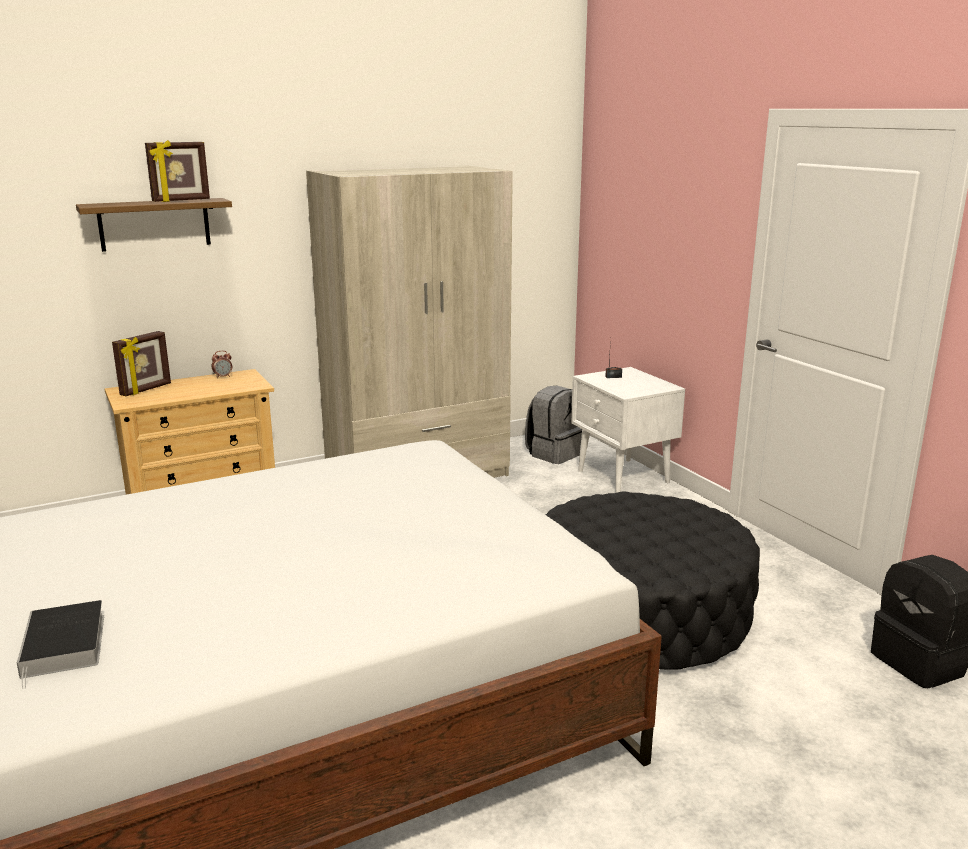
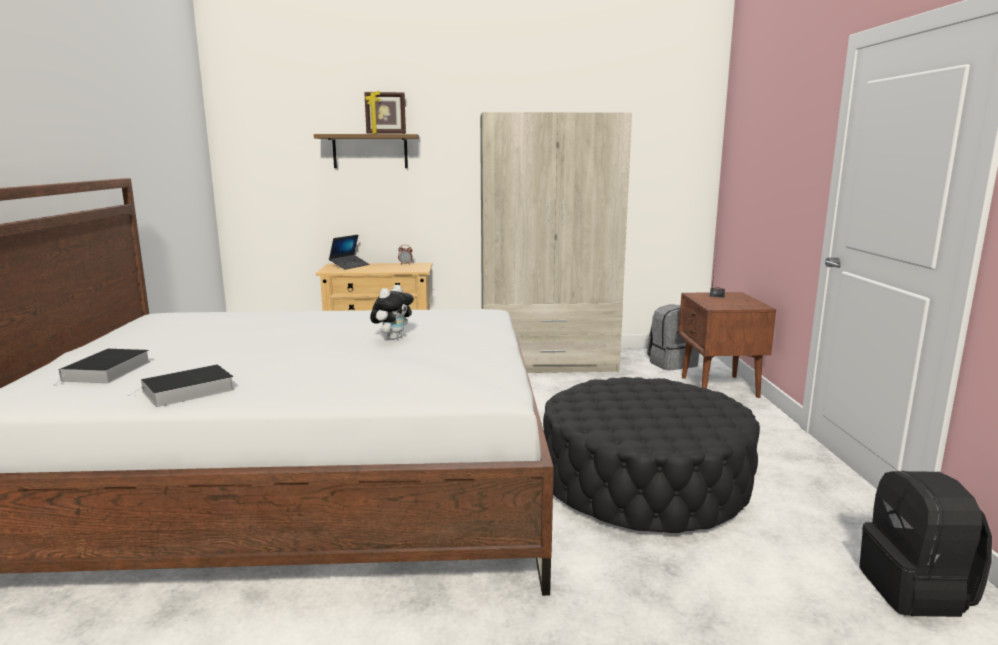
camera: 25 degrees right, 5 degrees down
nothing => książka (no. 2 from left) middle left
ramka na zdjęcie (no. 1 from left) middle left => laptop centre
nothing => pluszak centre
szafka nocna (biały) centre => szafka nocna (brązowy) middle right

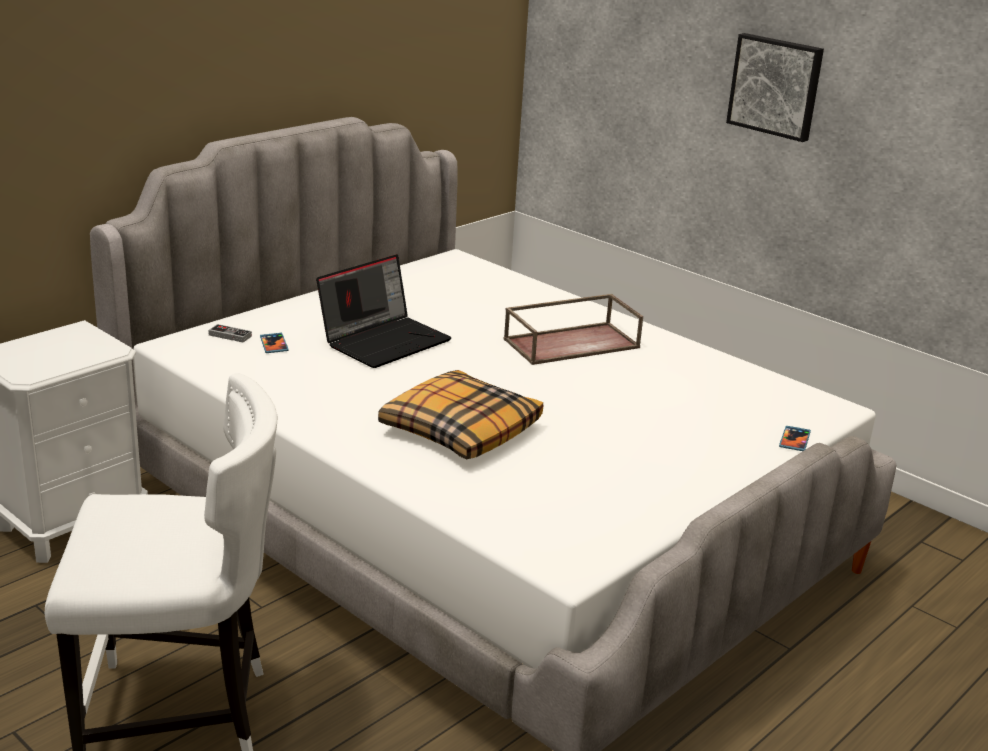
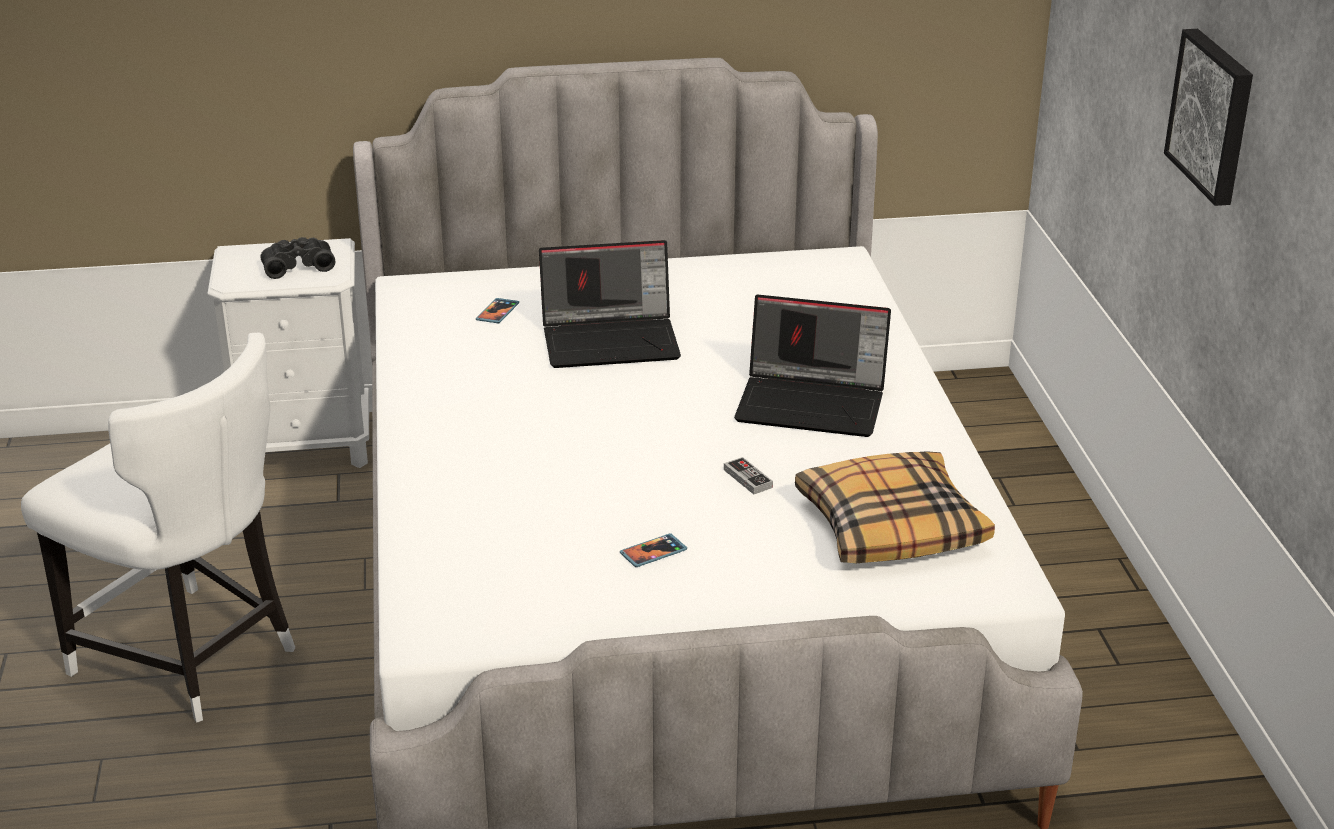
camera: 40 degrees right, 5 degrees up
nothing => lornetka (czarny) top left
telefon (no. 2 from left) middle right => telefon (no. 2 from left) centre, relocated
pad do gier middle left => pad do gier centre, relocated
taca (brązowy) centre => laptop (no. 2 from left) centre
poduszka centre => poduszka middle right, relocated

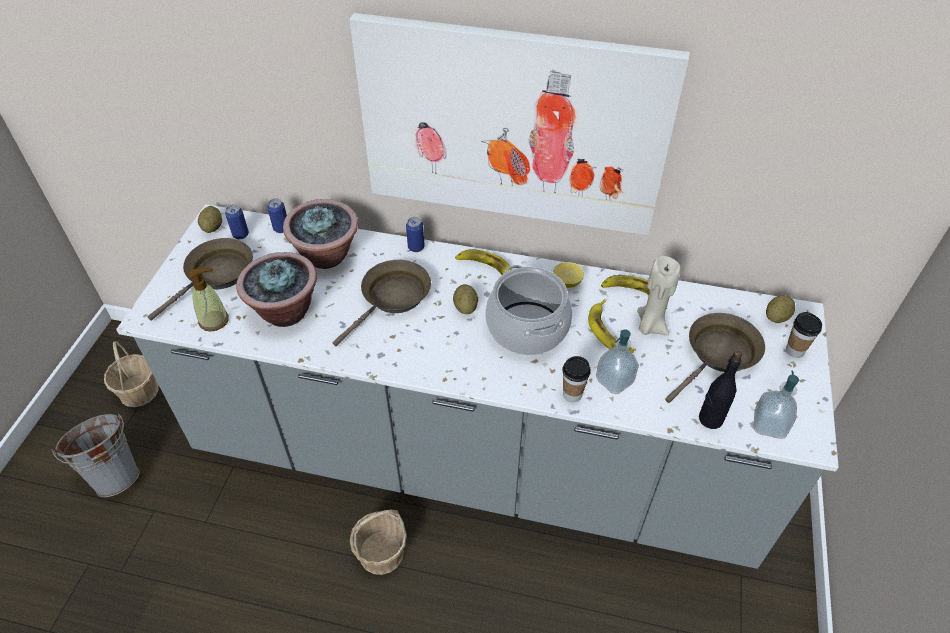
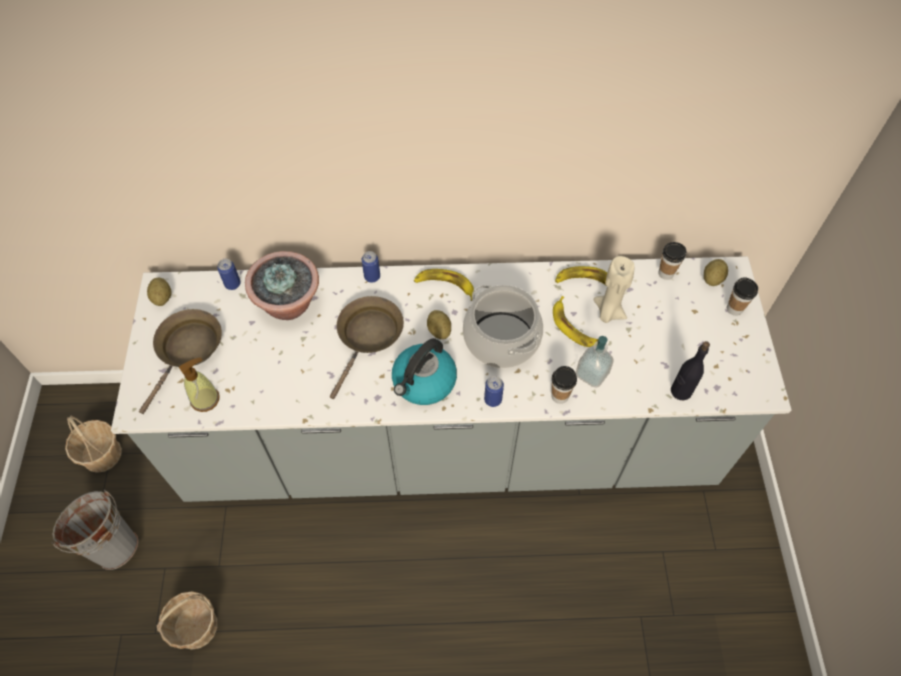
camera: 15 degrees left, 10 degrees up
koszyk (no. 2 from left) bottom centre => koszyk (no. 2 from left) bottom left, relocated
nothing => czajnik centre
puszka (no. 1 from left in the first image) middle left => puszka (no. 3 from left) centre, relocated
nothing => filiżanka (no. 2 from left) middle right
roślina doniczkowa (no. 1 from left) middle left => nothing
obraz top centre => nothing
cytryna centre => nothing
patelnia (brązowy) (no. 3 from left) middle right => nothing
dozownik mydła (no. 3 from left) middle right => nothing

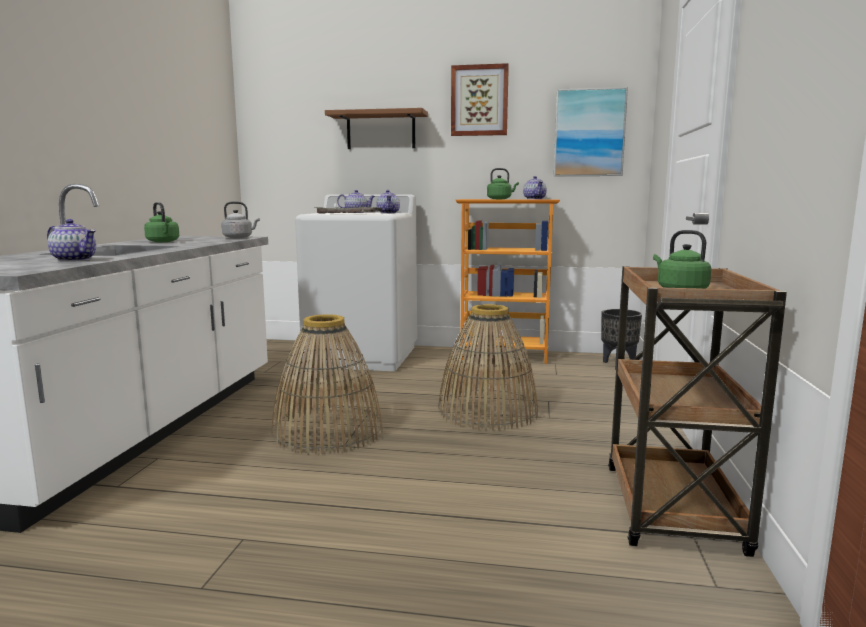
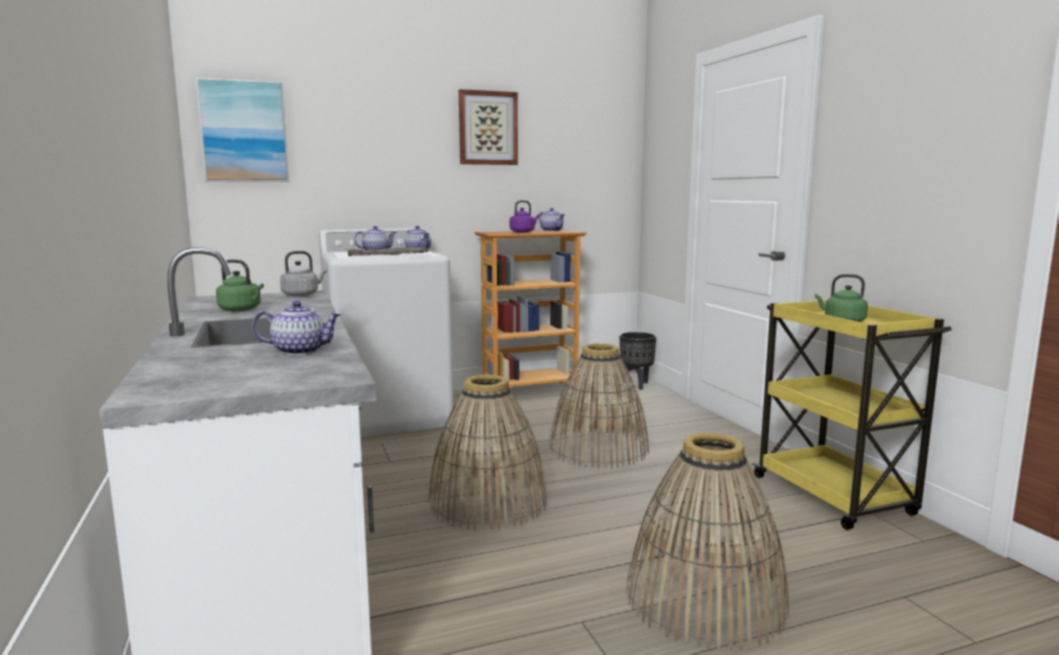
camera: 30 degrees left, 0 degrees up
obraz (no. 2 from left in the first image) top right => obraz (no. 1 from left) top left, relocated
czajnik (zielony) (no. 2 from left) top centre => czajnik (fioletowy) top centre
nothing => koszyk (no. 3 from left) bottom right
wózek (brązowy) middle right => wózek (żółty) middle right
półka (brązowy) top centre => nothing

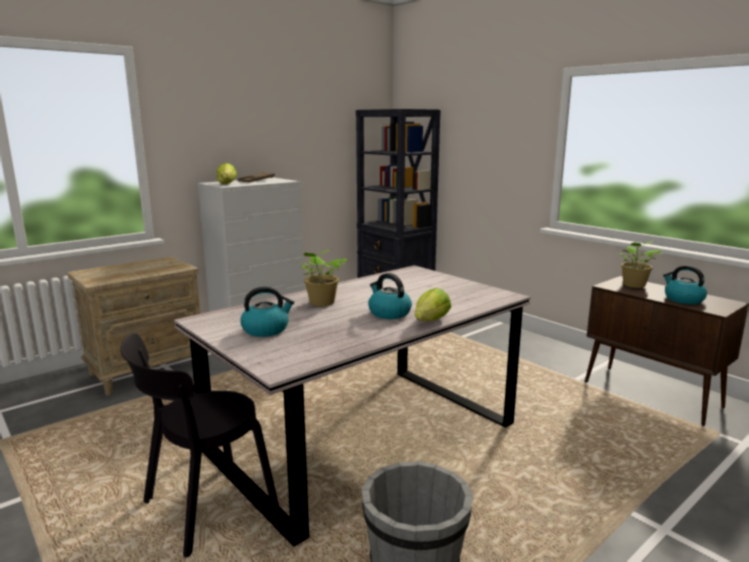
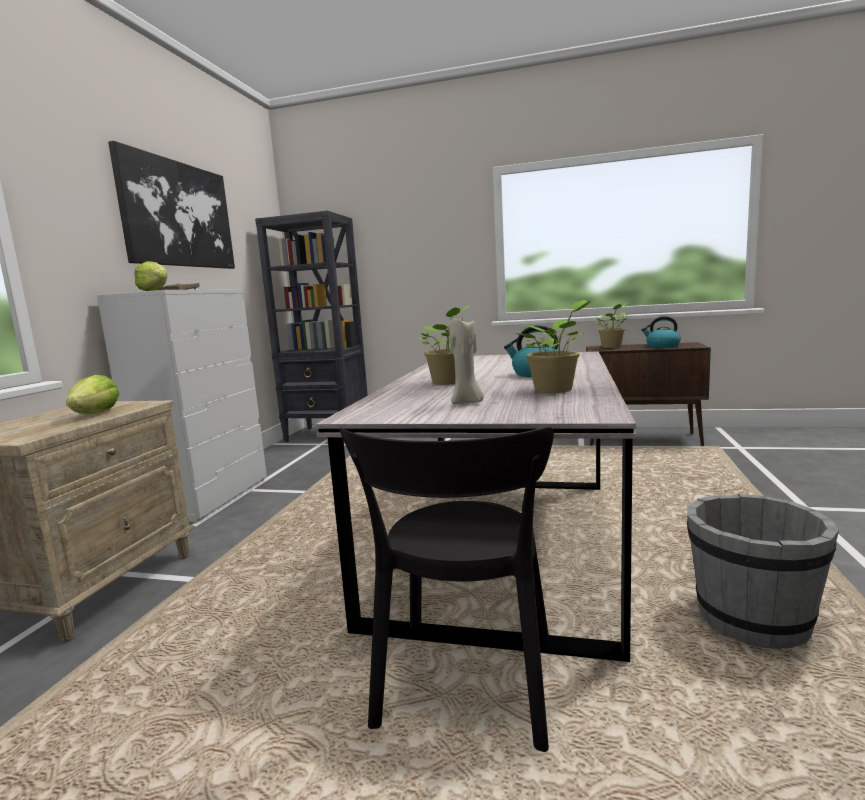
camera: 35 degrees left, 5 degrees down
sałata (no. 2 from left in the first image) centre => sałata (no. 1 from left) middle left, relocated
nothing => obraz top left
czajnik (no. 1 from left) centre => świeca (beżowy) centre
nothing => roślina doniczkowa (no. 2 from left) centre

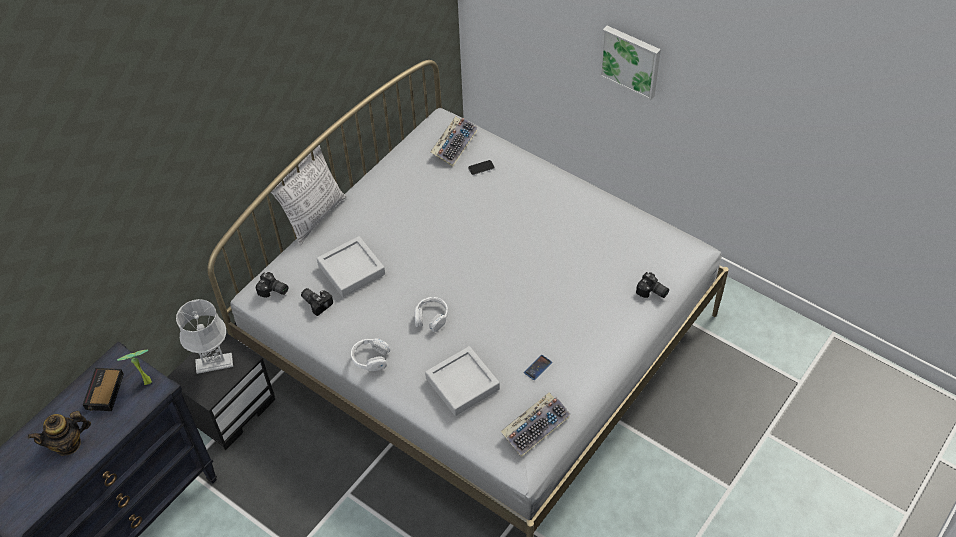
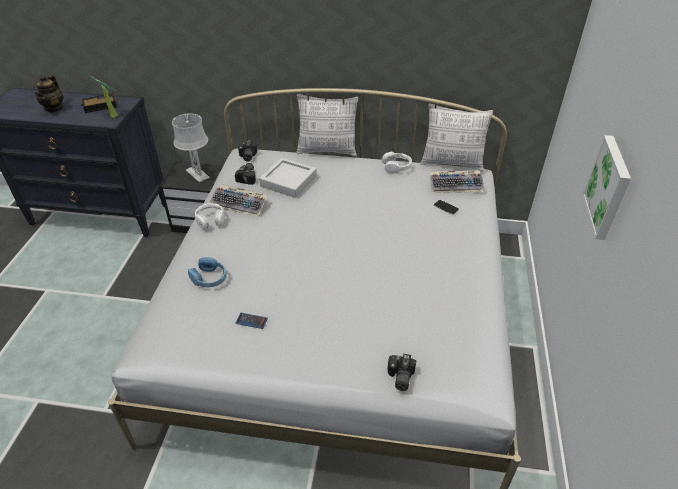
camera: 60 degrees right, 10 degrees down
imbryk bottom left => imbryk top left, 120 degrees counterclockwise
taca (szary) (no. 2 from left) bottom centre => słuchawki (niebieski) middle left
klawiatura (no. 2 from left in the first image) bottom centre => klawiatura (no. 1 from left) centre, relocated
słuchawki (biały) (no. 2 from left) centre => słuchawki (biały) (no. 2 from left) top centre, relocated
nothing => poduszka (no. 2 from left) top right

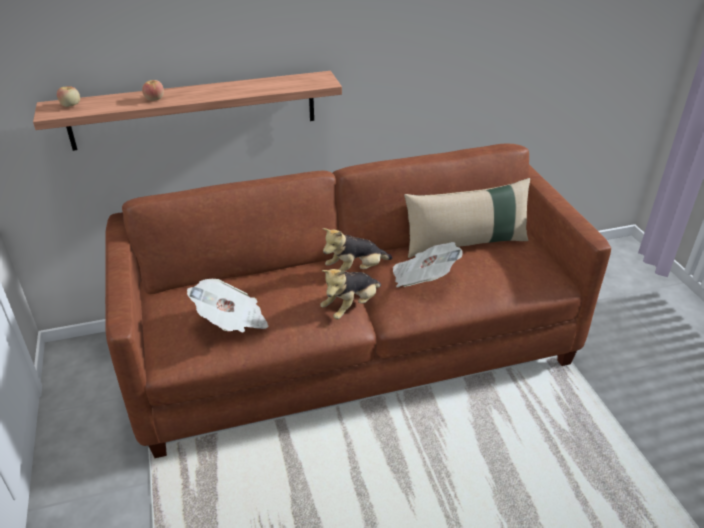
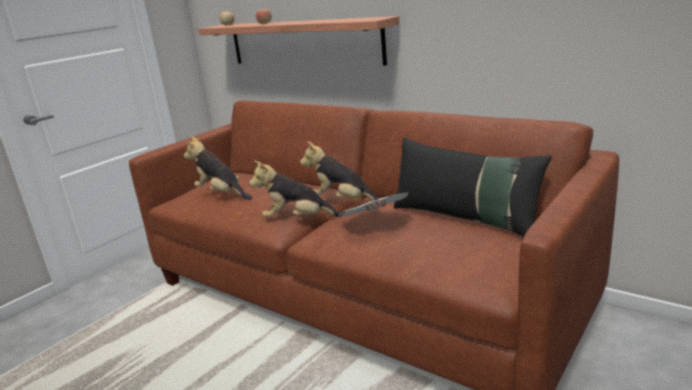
camera: 55 degrees right, 15 degrees down
gazeta (no. 1 from left) middle left => pluszak (no. 1 from left) middle left
poduszka (beżowy) centre => poduszka (czarny) middle right

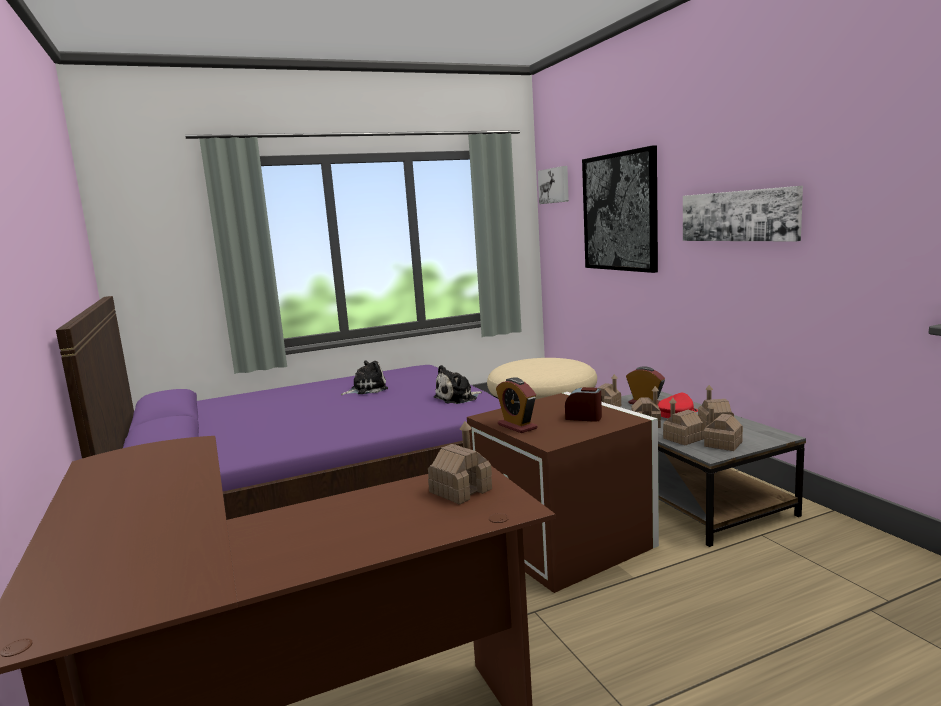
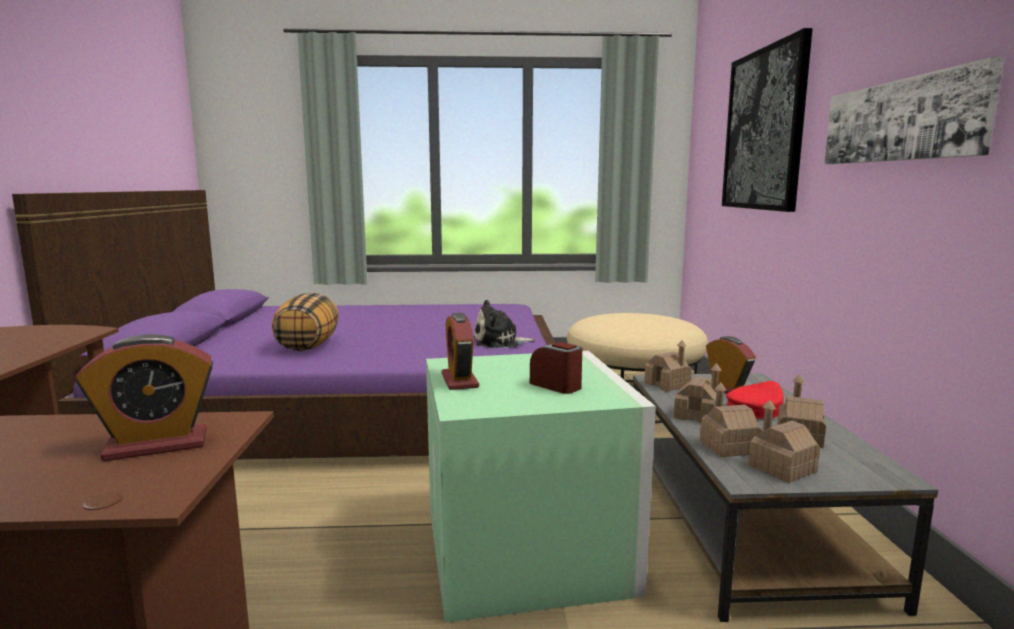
camera: 20 degrees right, 0 degrees up
domek (no. 1 from left) centre => budzik (no. 1 from left) middle left
nothing => poduszka middle left
pojemnik do przechowywania (brązowy) bottom centre => pojemnik do przechowywania (zielony) bottom centre
pluszak (no. 1 from left) centre => nothing
obraz (no. 1 from left) top centre => nothing

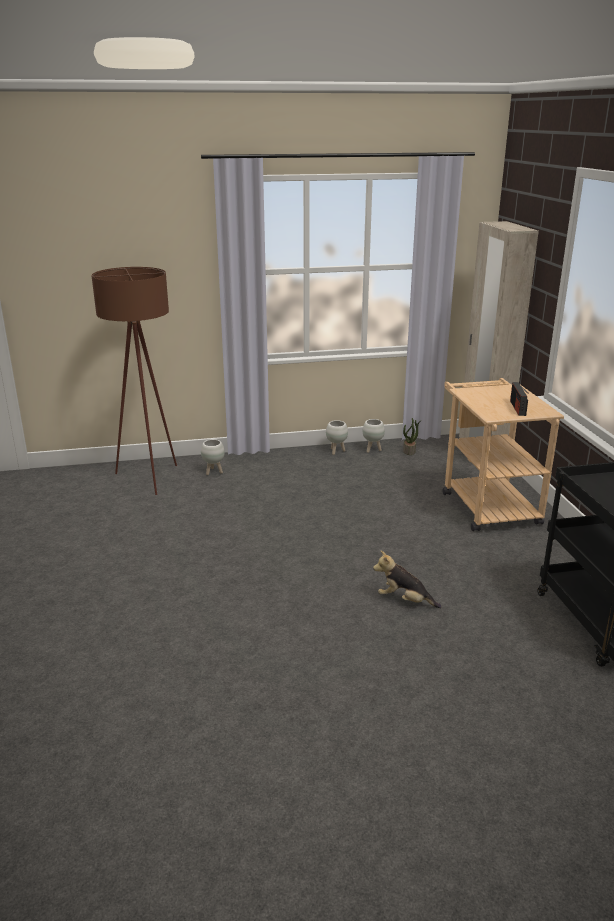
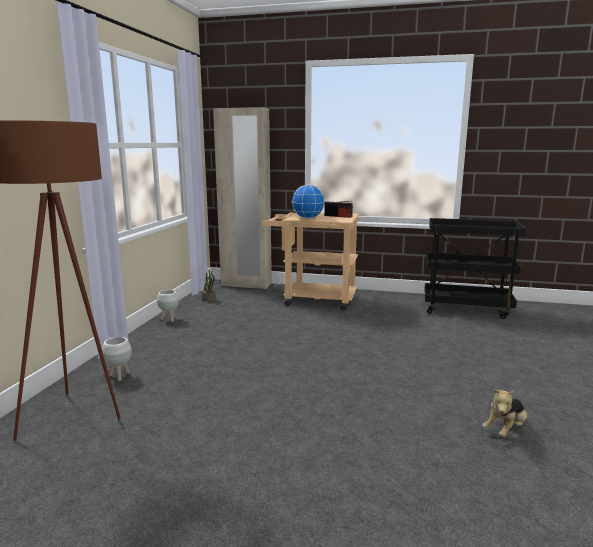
camera: 65 degrees left, 10 degrees down
nothing => globus centre
pluszak centre => pluszak bottom right, relocated
donica (biały) (no. 3 from left) centre => nothing

